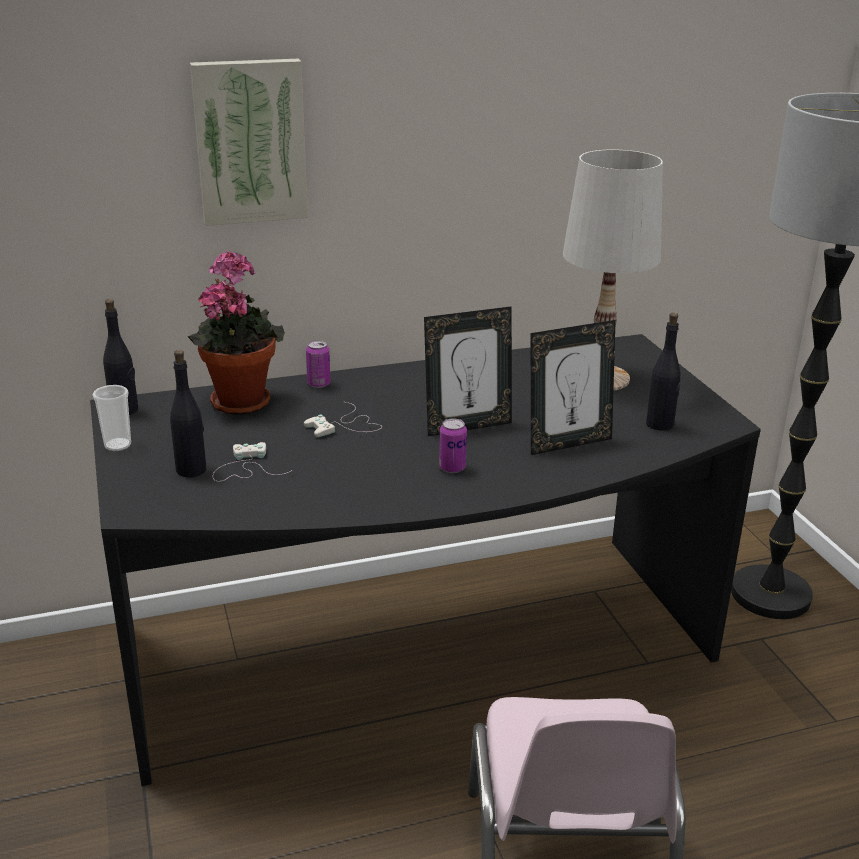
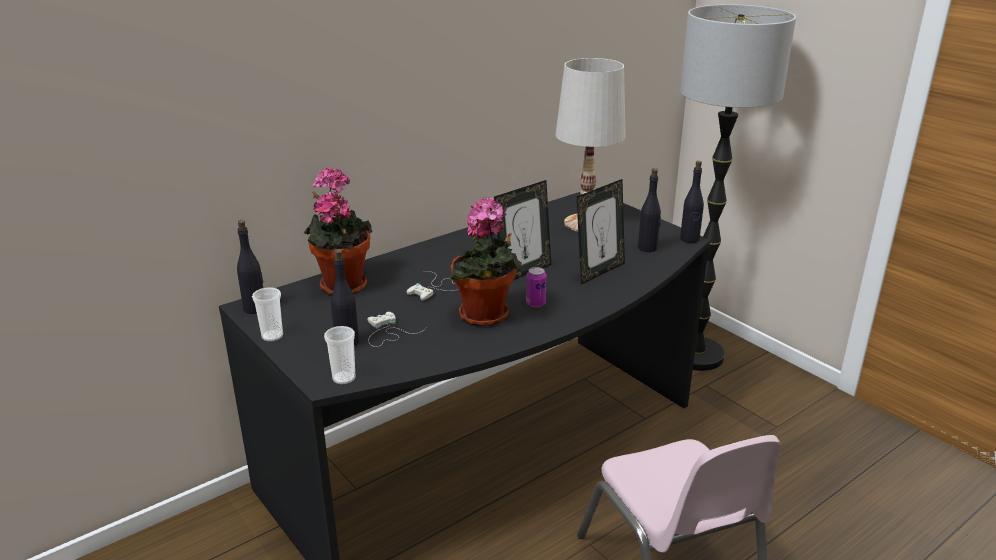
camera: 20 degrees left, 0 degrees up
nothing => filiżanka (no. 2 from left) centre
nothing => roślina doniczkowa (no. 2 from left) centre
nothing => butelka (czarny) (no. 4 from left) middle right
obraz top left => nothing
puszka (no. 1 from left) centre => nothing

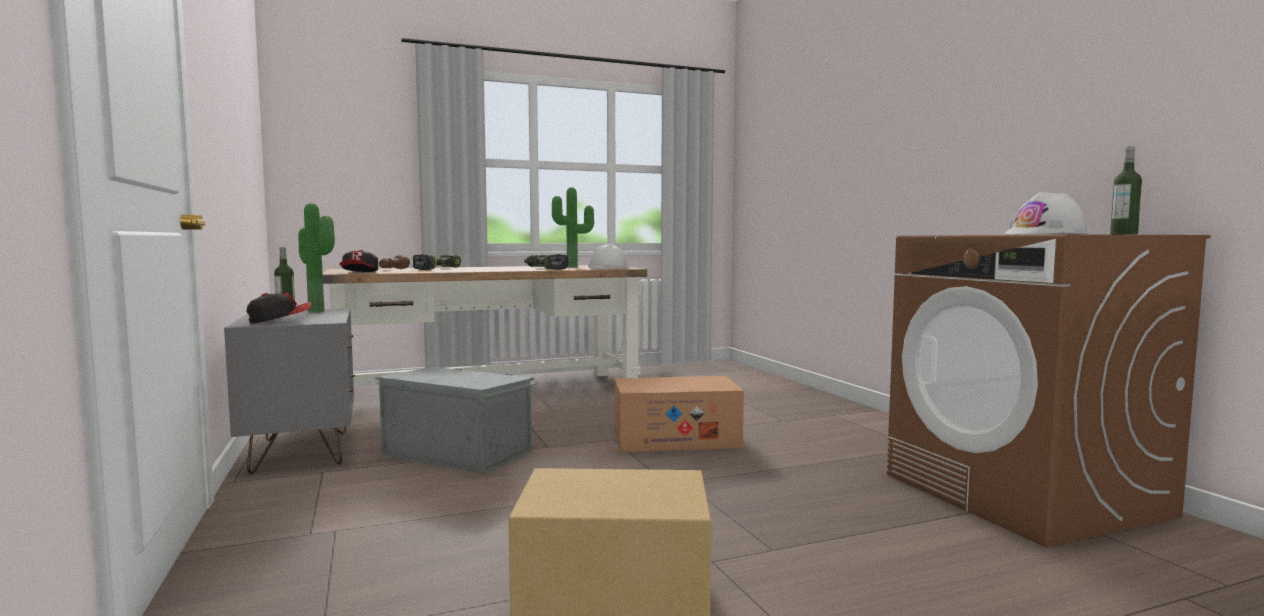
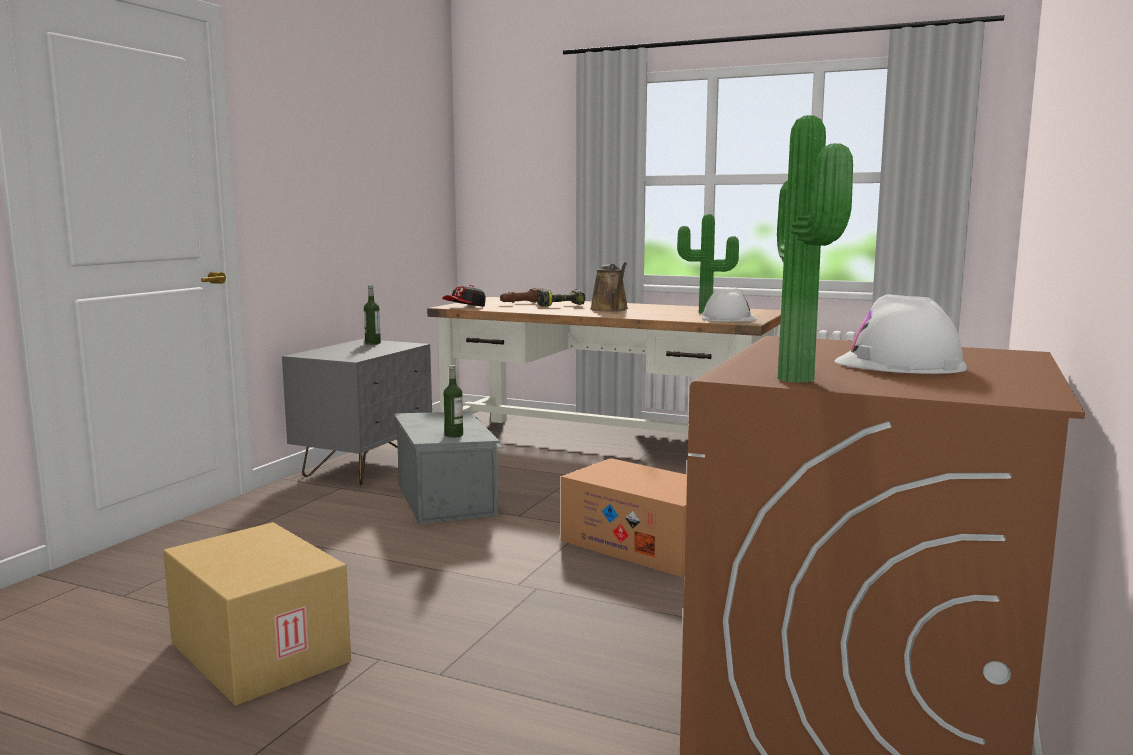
camera: 45 degrees right, 5 degrees up
butelka (no. 2 from left) top right => butelka (no. 2 from left) centre, relocated
nothing => konewka (brązowy) centre
roślina doniczkowa (no. 1 from left in the first image) middle left => roślina doniczkowa (no. 2 from left) top right, relocated
czapka z daszkiem (no. 1 from left) middle left => nothing
wiertarka (no. 2 from left) centre => nothing

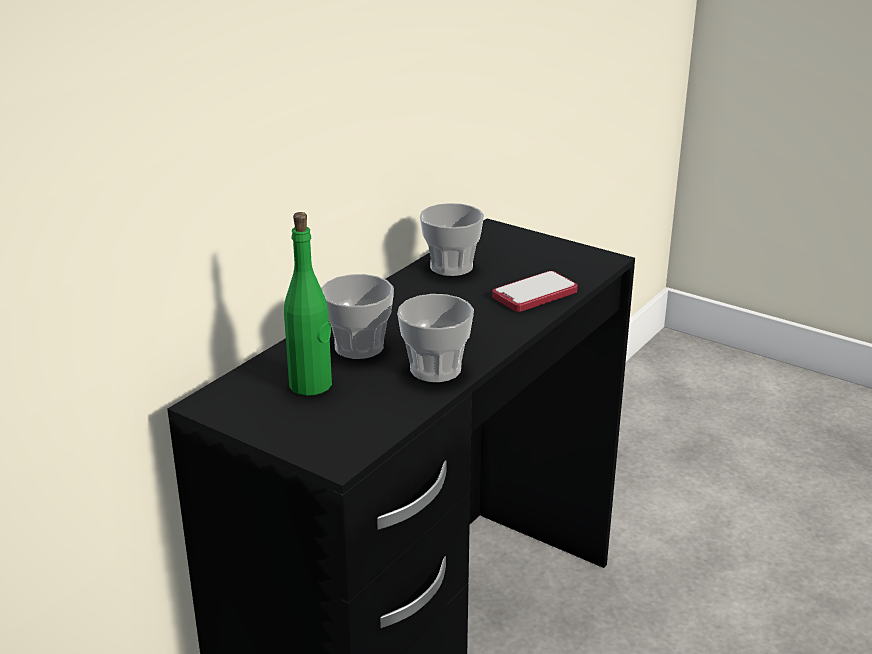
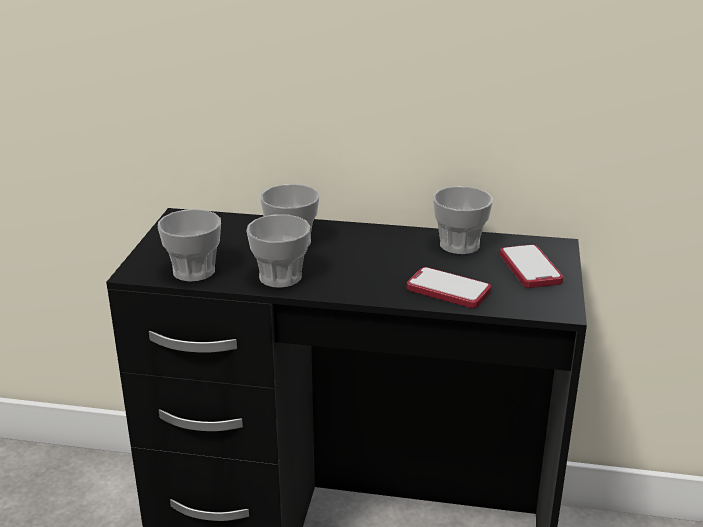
camera: 65 degrees right, 0 degrees up
nothing => filiżanka (no. 1 from left) middle left
nothing => telefon (no. 2 from left) middle right
butelka (zielony) centre => nothing

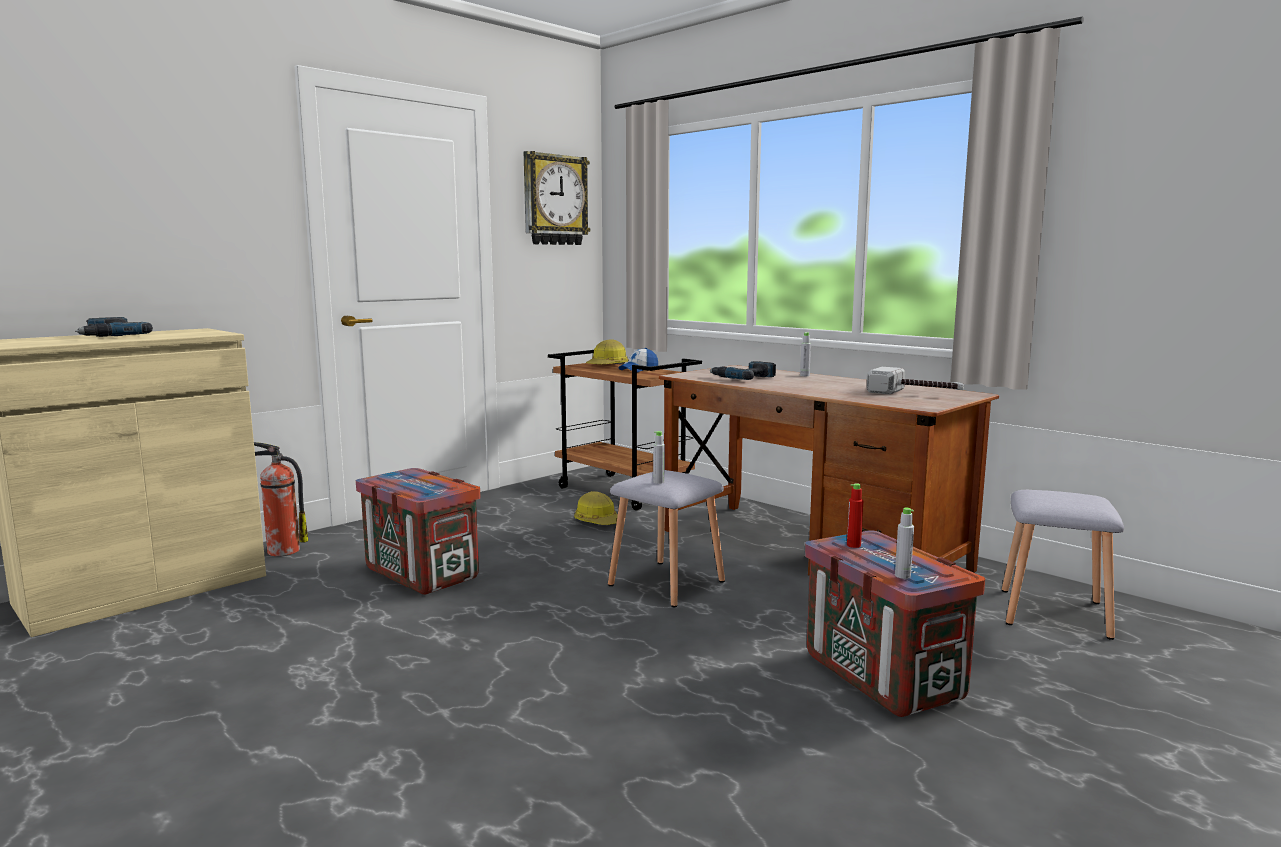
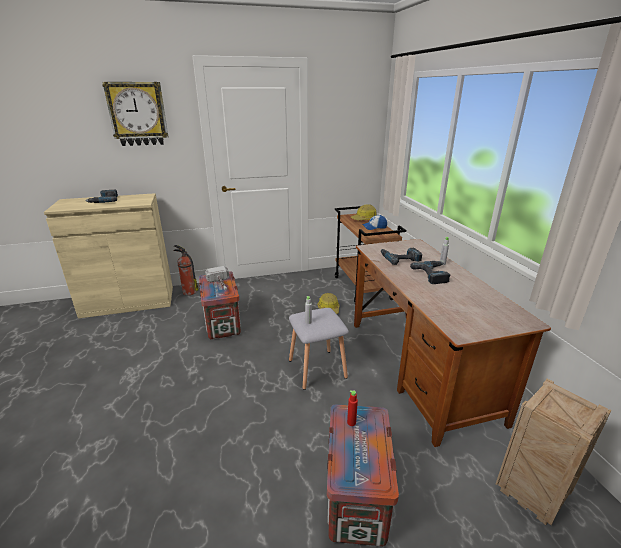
camera: 30 degrees right, 15 degrees up
zegar ścienny top centre => zegar ścienny top left, relocated
młotek middle right => młotek centre, relocated
nothing => wiertarka (no. 3 from left) middle right
stołek (szary) (no. 2 from left) bottom right => skrzynka (no. 3 from left) bottom right
butelka (szary) (no. 3 from left) middle right => nothing

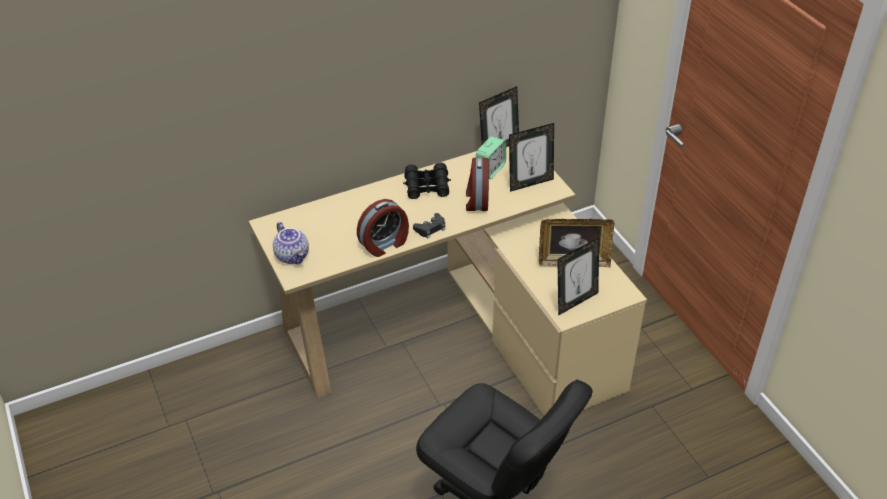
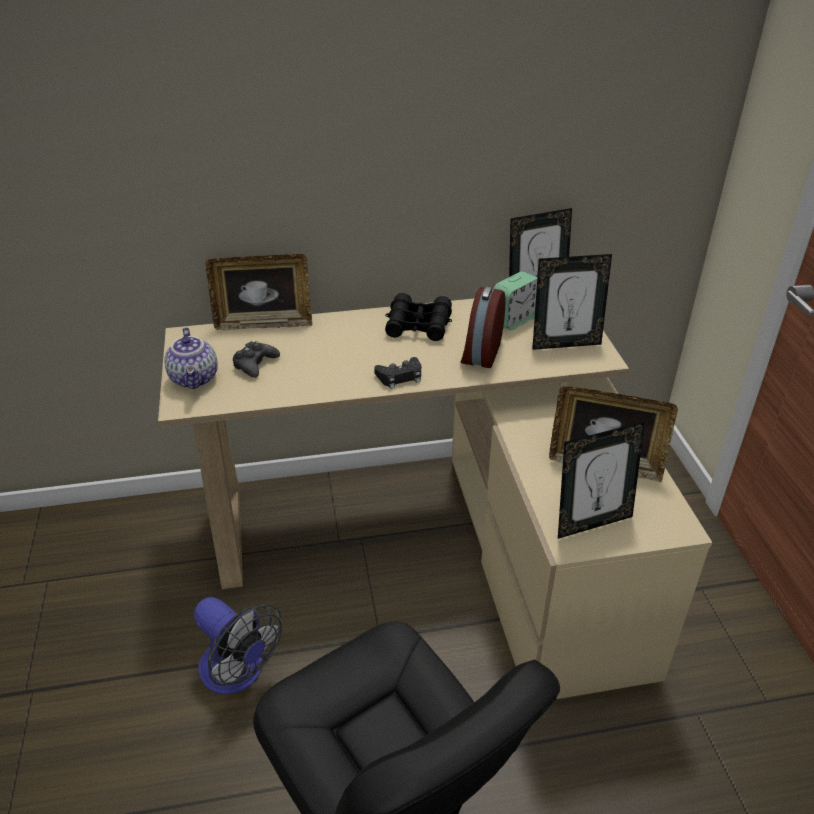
camera: 15 degrees right, 5 degrees down
nothing => wentylator bottom left
nothing => ramka na zdjęcie (no. 1 from left) middle left
nothing => pad do gier (czarny) (no. 1 from left) middle left
budzik (no. 1 from left) centre => nothing

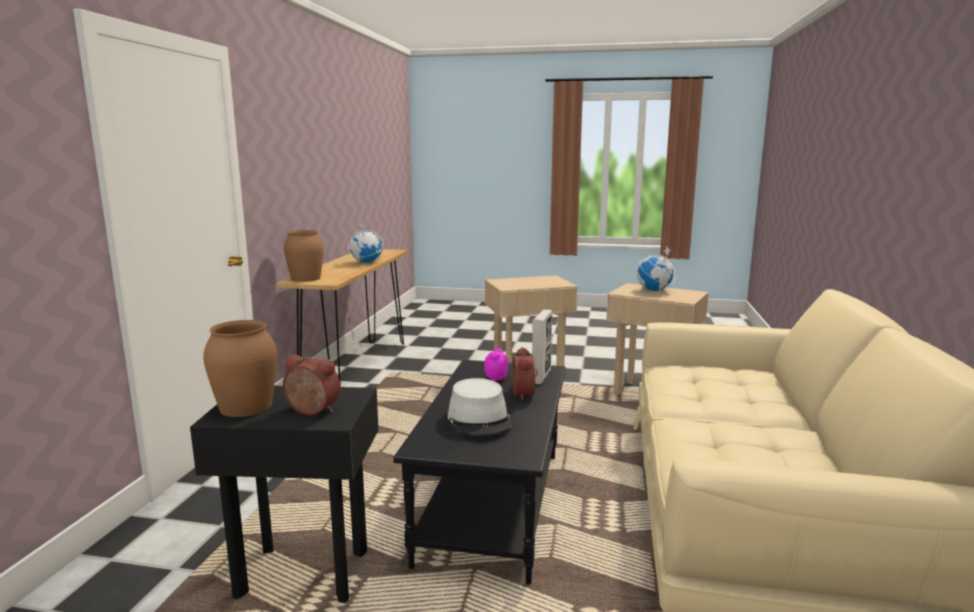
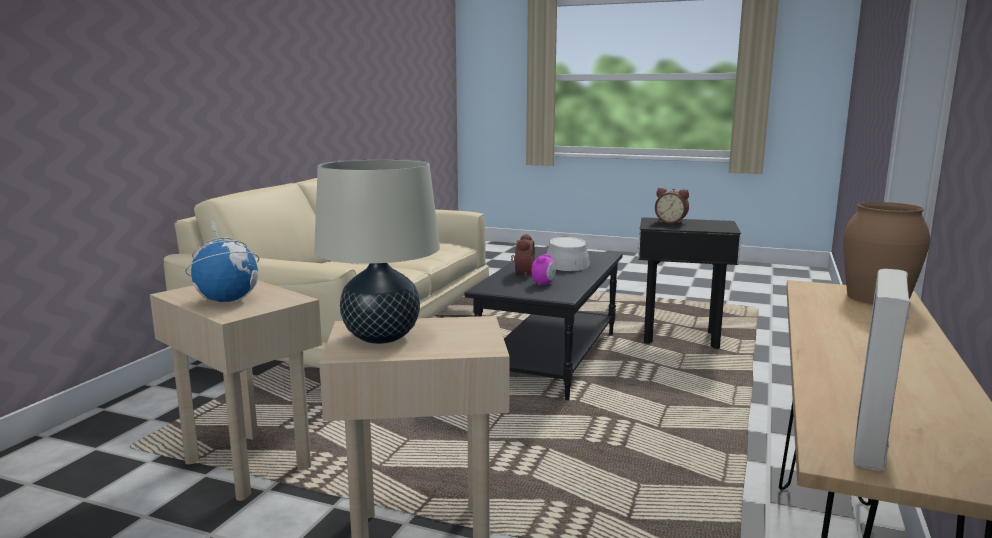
camera: 170 degrees left, 0 degrees up
nothing => lampa stołowa (beżowy) centre
ramka na zdjęcie centre => ramka na zdjęcie bottom right, relocated
wazon (brązowy) (no. 1 from left) middle left => nothing
globus (no. 1 from left) centre => nothing

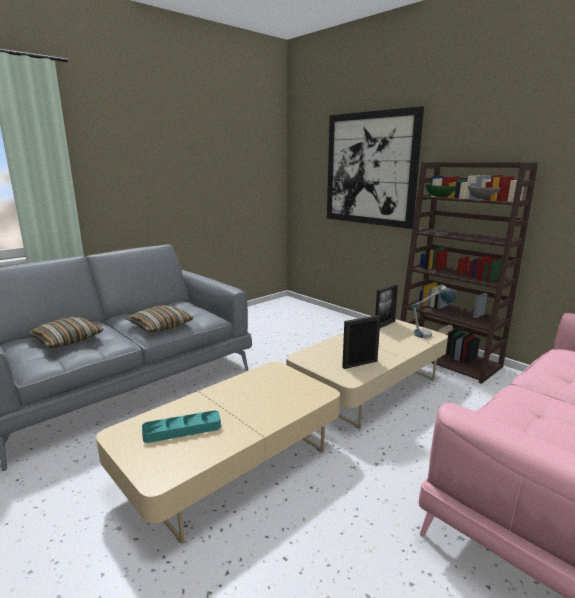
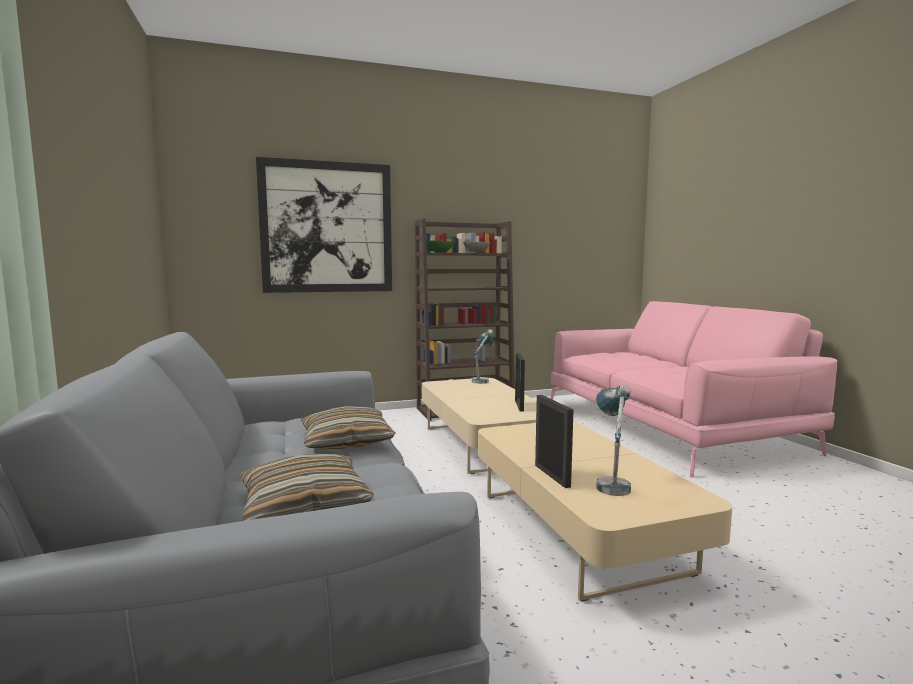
camera: 65 degrees left, 10 degrees down
ramka na zdjęcie (no. 2 from left) middle right => ramka na zdjęcie (no. 2 from left) centre, relocated
taca (turkusowy) bottom left => lampa stołowa (no. 2 from left) middle right

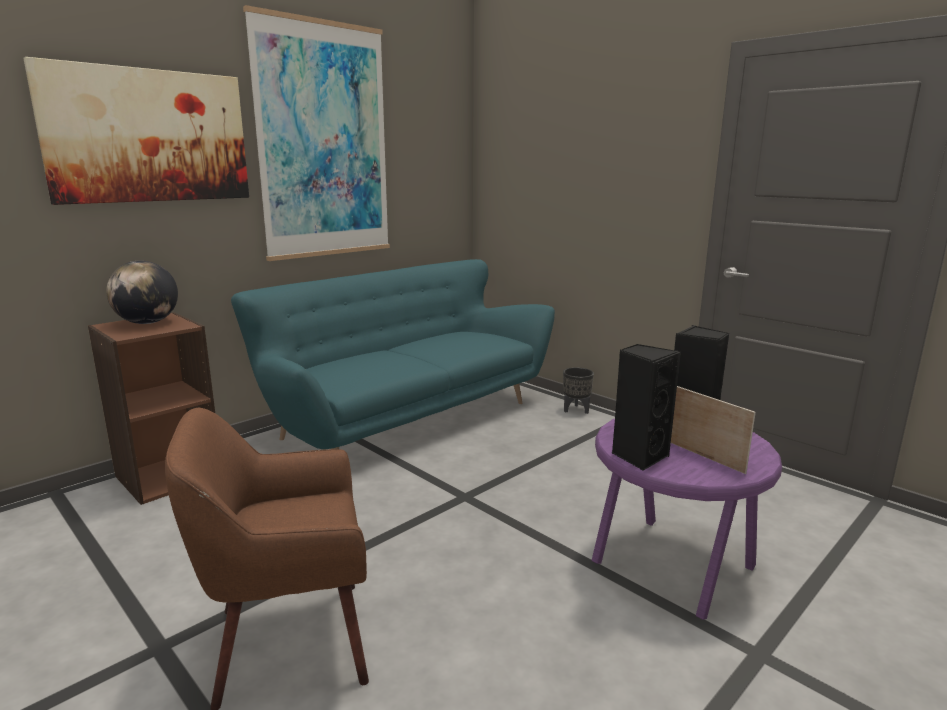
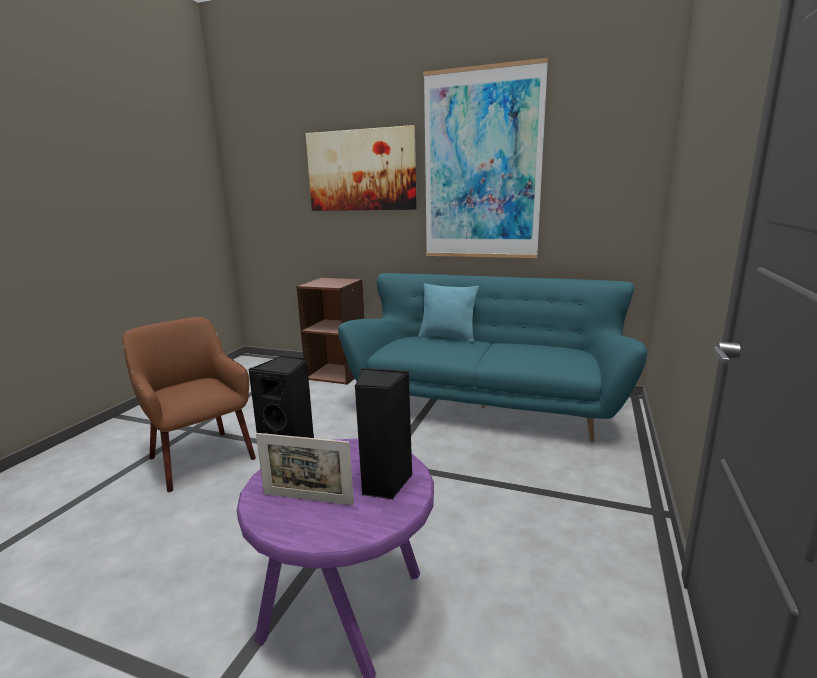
camera: 65 degrees right, 0 degrees up
ramka na zdjęcie middle right => ramka na zdjęcie bottom centre, 75 degrees clockwise
nothing => poduszka (turkusowy) centre
globus middle left => nothing
donica (czarny) centre => nothing

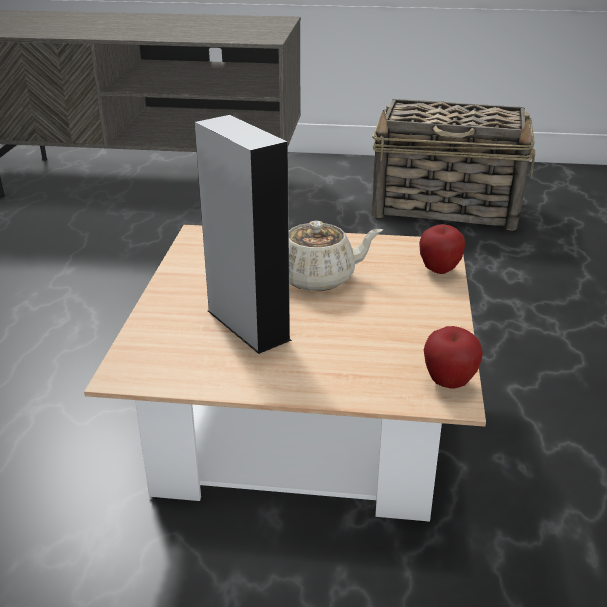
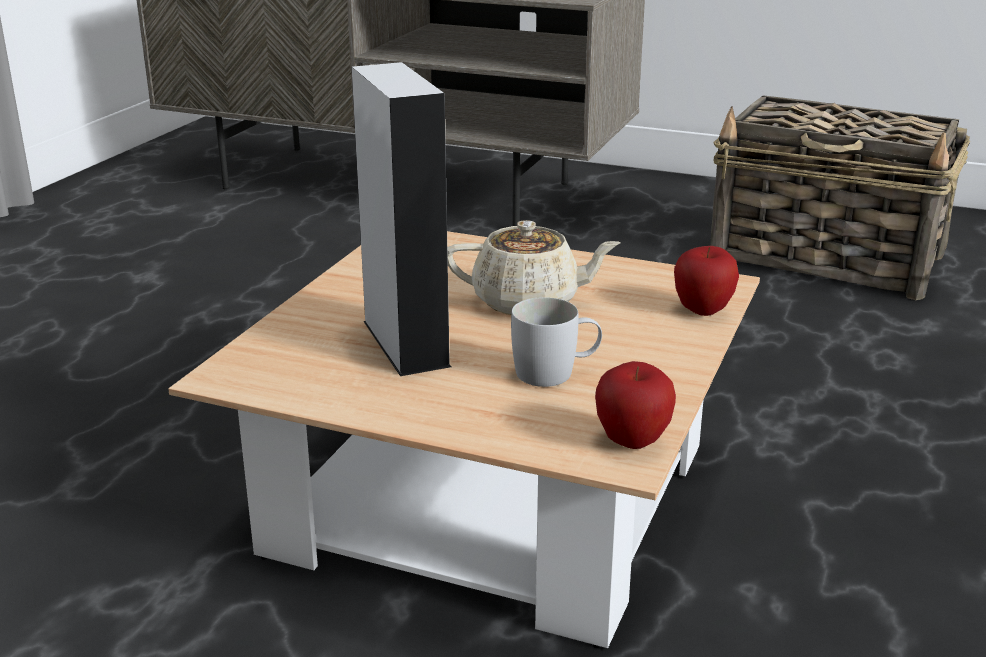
camera: 15 degrees right, 5 degrees down
nothing => kubek (biały) centre

